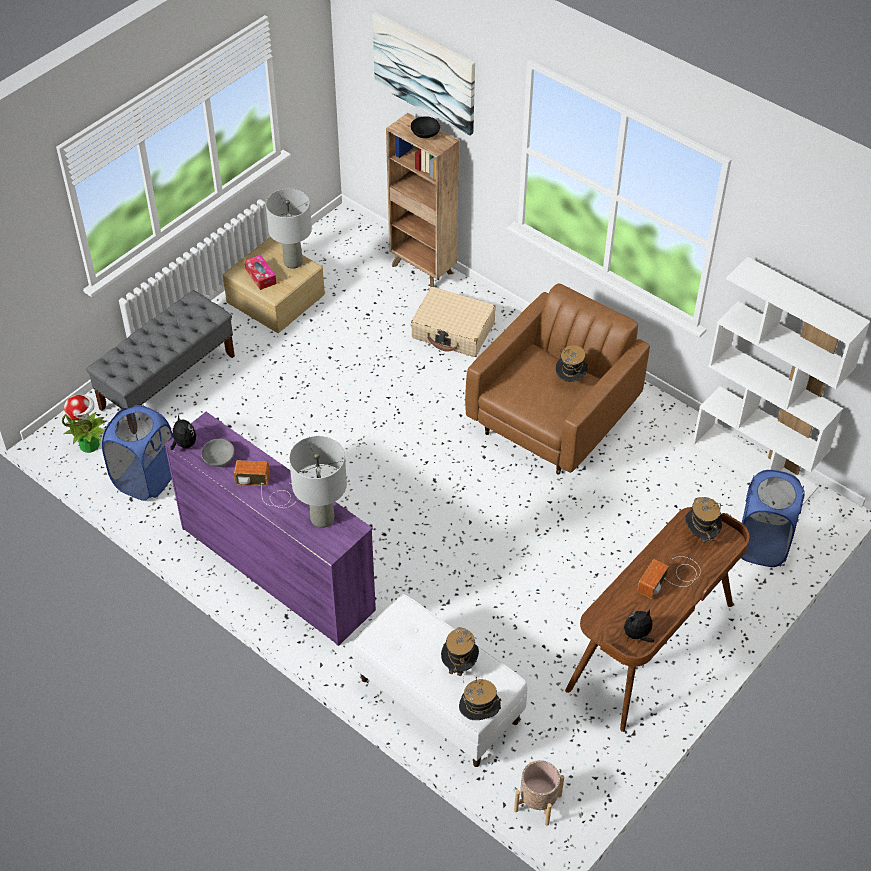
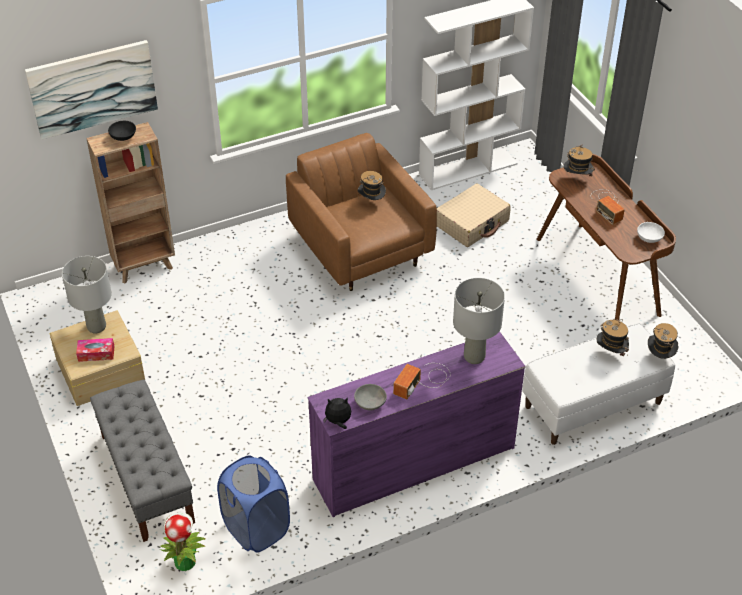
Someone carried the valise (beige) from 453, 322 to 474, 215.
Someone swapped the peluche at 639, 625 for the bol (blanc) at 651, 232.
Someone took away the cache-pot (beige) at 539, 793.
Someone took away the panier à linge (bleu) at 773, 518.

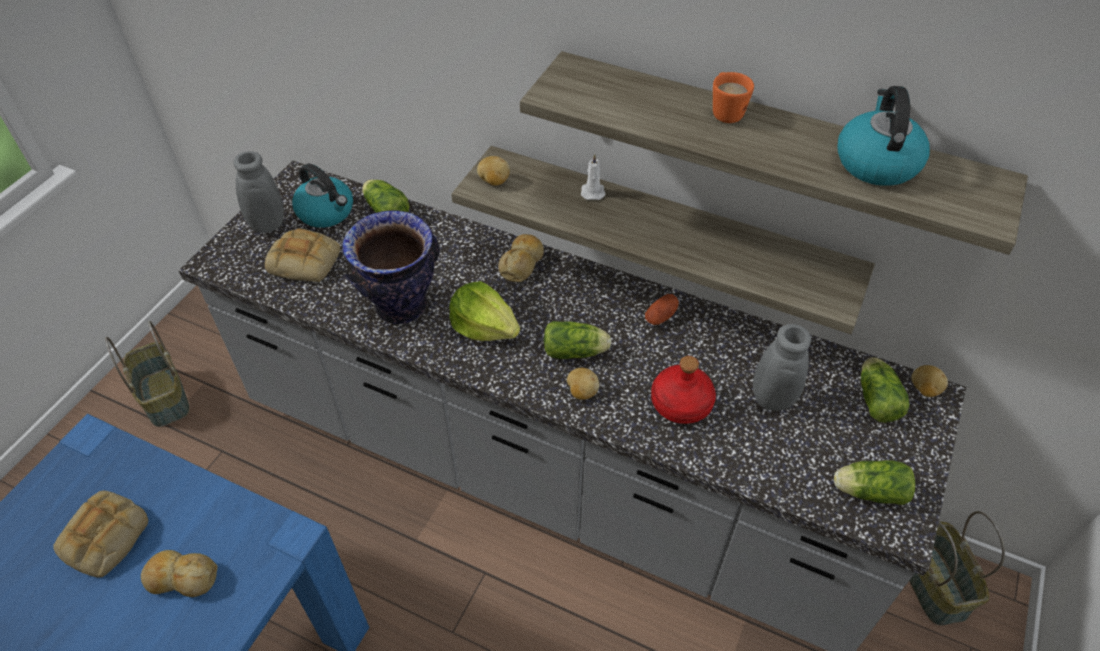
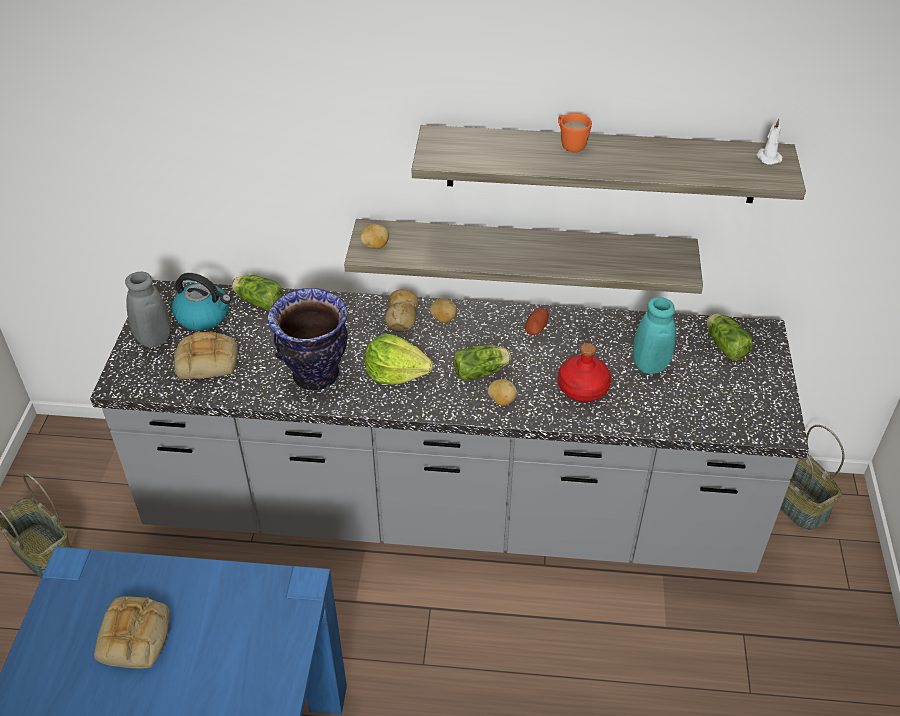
Someone carried the pomme de terre from 929, 381 to 443, 310.
Someone repainted the vase (gris) at 781, 367, which became the vase (turquoise) at 654, 335.
Someone carried the bougie (blanc) from 593, 177 to 769, 141.
Someone took away the pain at 179, 573.
Someone took away the laitue at 875, 482.
Someone took away the bouilloire at 883, 136.

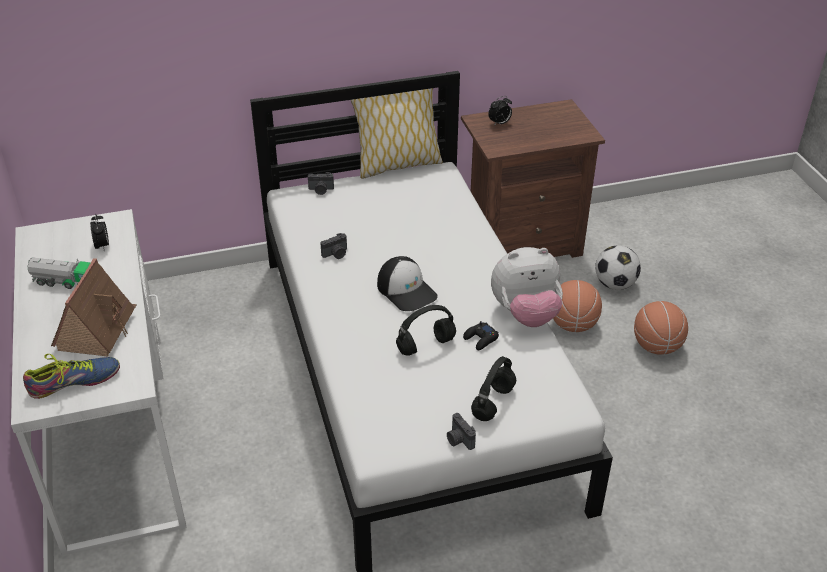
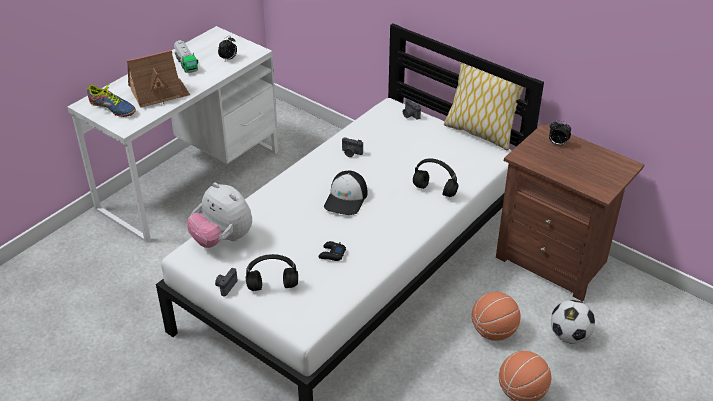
Someone carried the peluche from 527, 287 to 219, 215.
Someone carried the casque audio (noir) from 426, 330 to 435, 177.

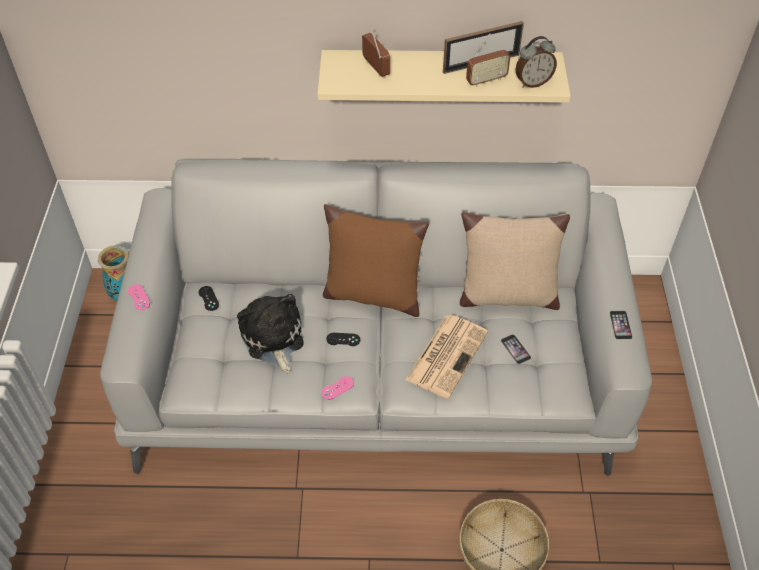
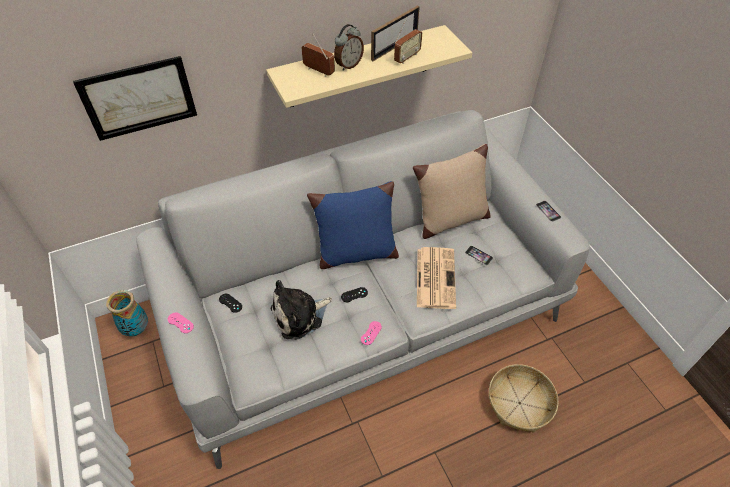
Someone put up the tableau at 135, 98.
Someone rotated the peluche at 270, 333 by 75 degrees counterclockwise.
Someone repainted the coussin (marron) at 376, 260, which became the coussin (bleu) at 353, 225.
Someone carried the réveil from 536, 62 to 349, 47.

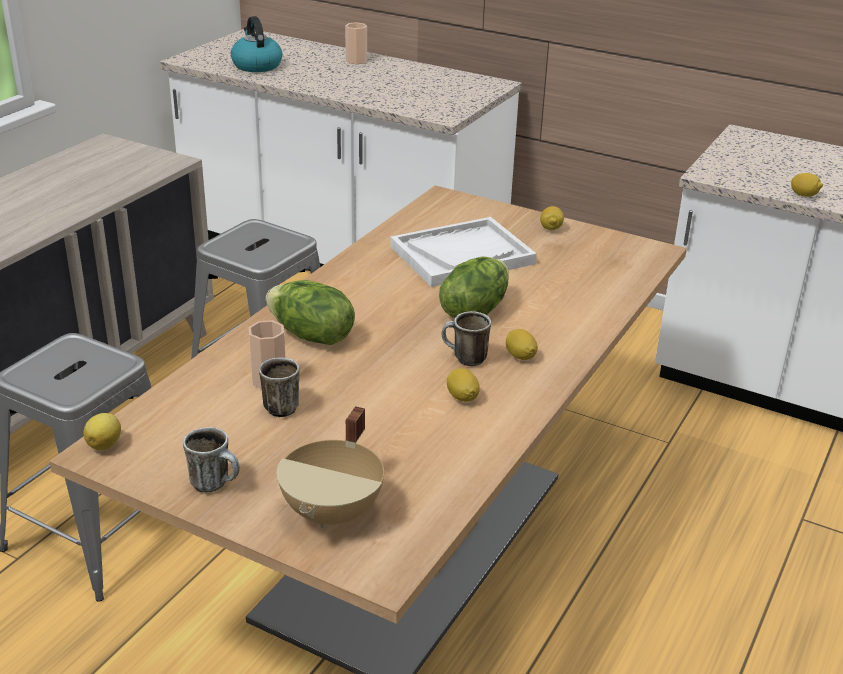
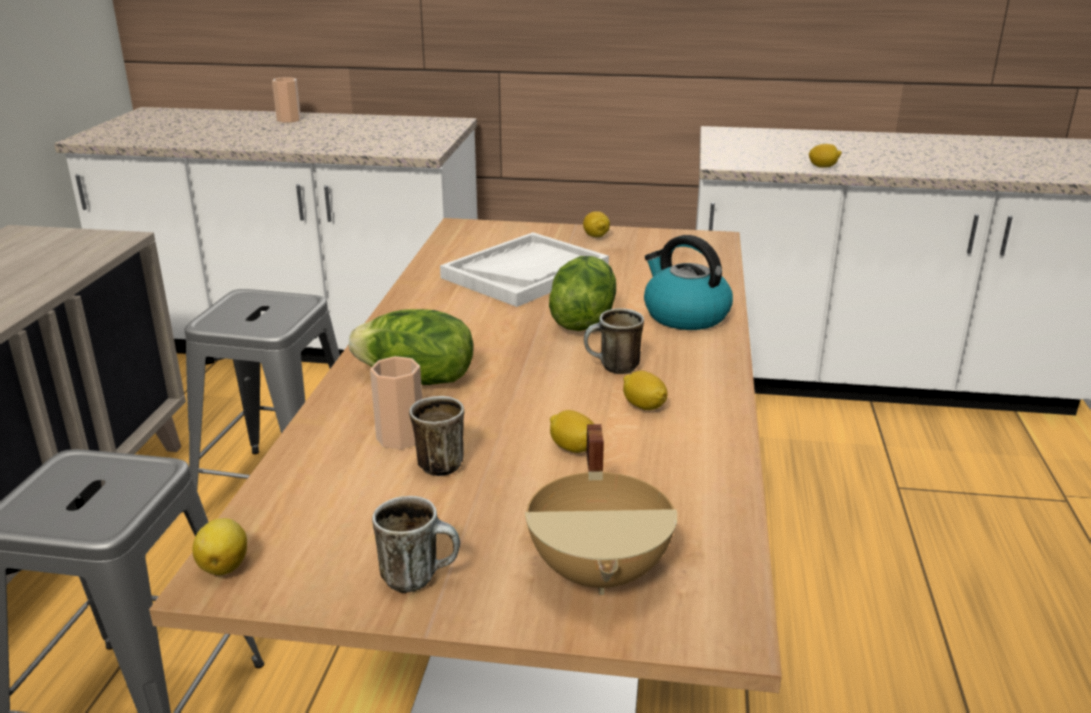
Someone carried the citron from 522, 344 to 572, 431.
Someone carried the bouilloire from 257, 44 to 688, 282.

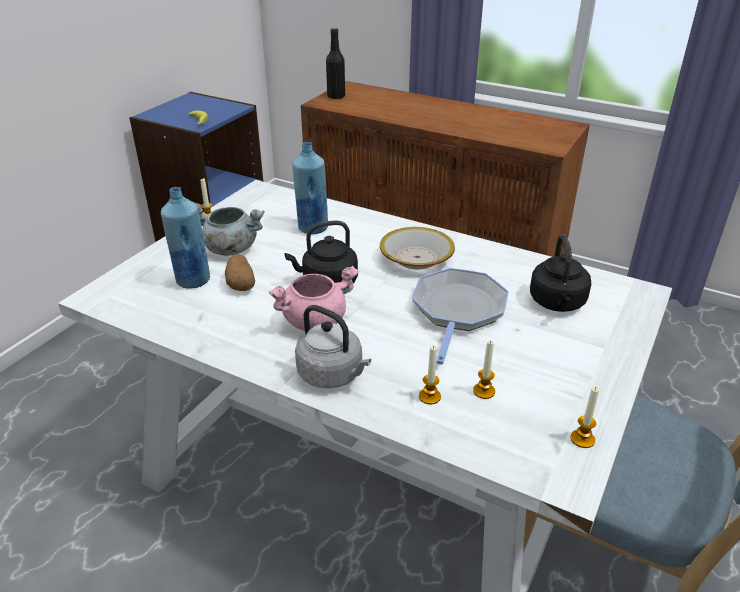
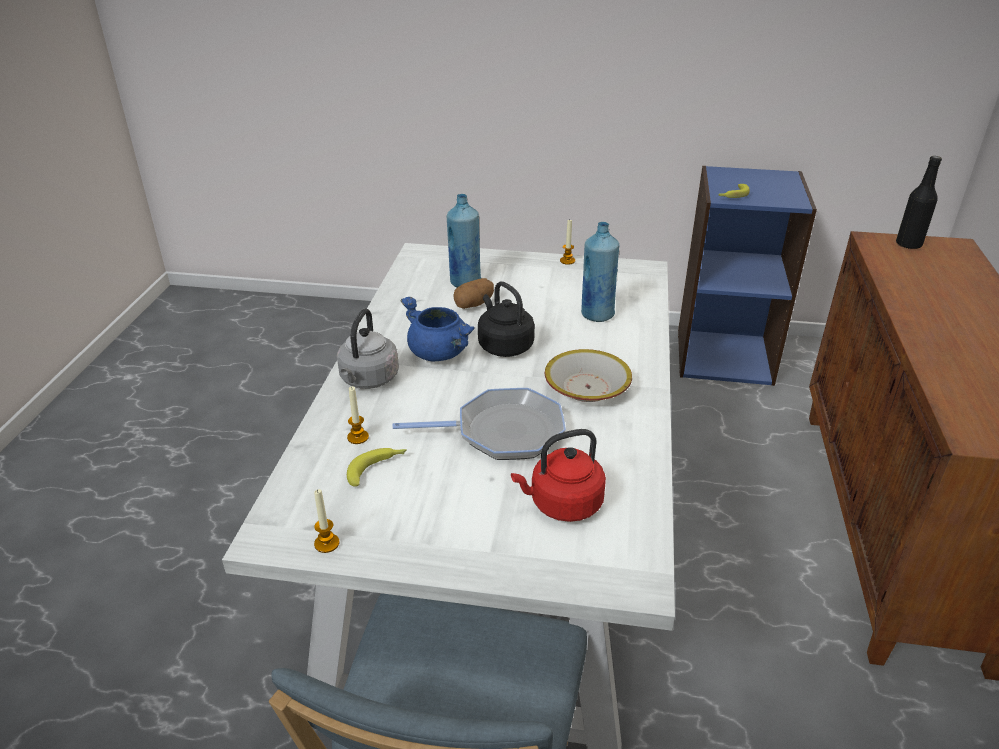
Someone swapped the bougie at 484, 369 for the banane at 377, 467.
Someone repainted the marmite (rose) at 314, 298, which became the marmite (bleu) at 438, 329.
Someone repainted the bouilloire (noir) at 560, 273, which became the bouilloire (rouge) at 558, 475.
Someone took away the marmite (gris) at 230, 229.

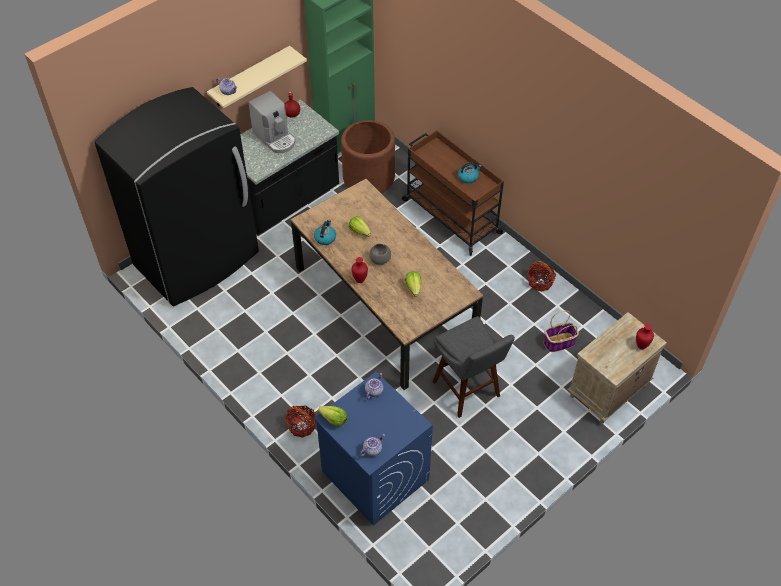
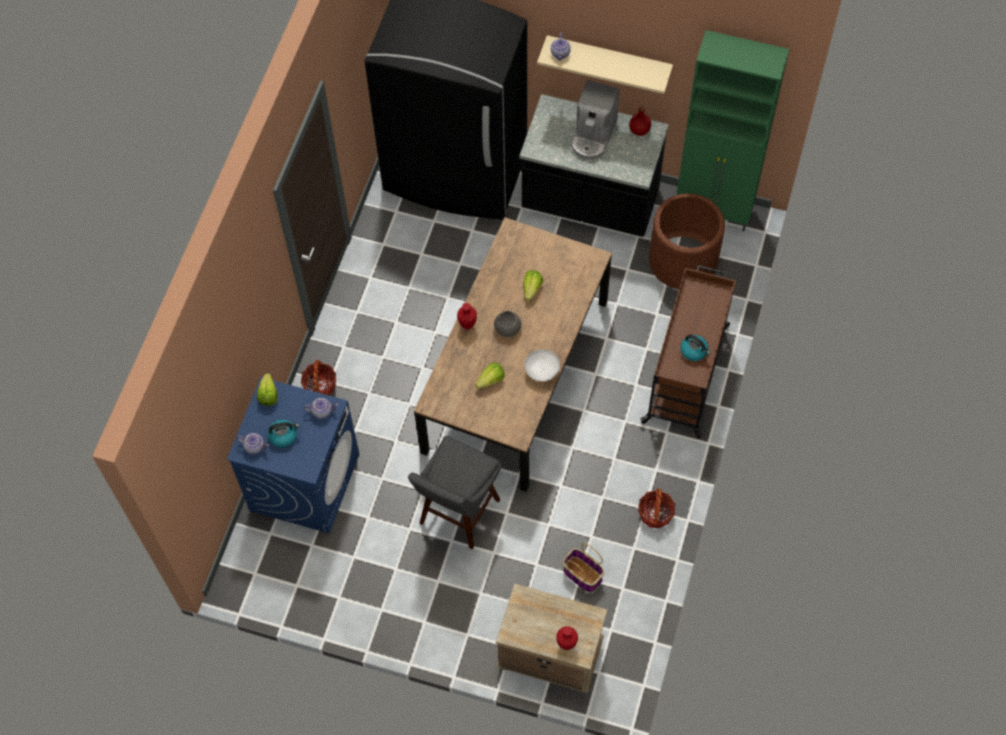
Someone carried the bouilloire from 325, 232 to 283, 433.
Someone put down the bol (blanc) at 542, 365.

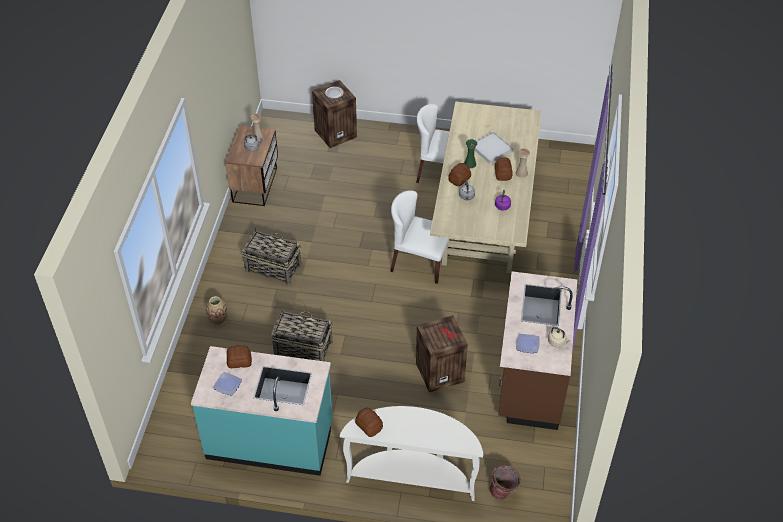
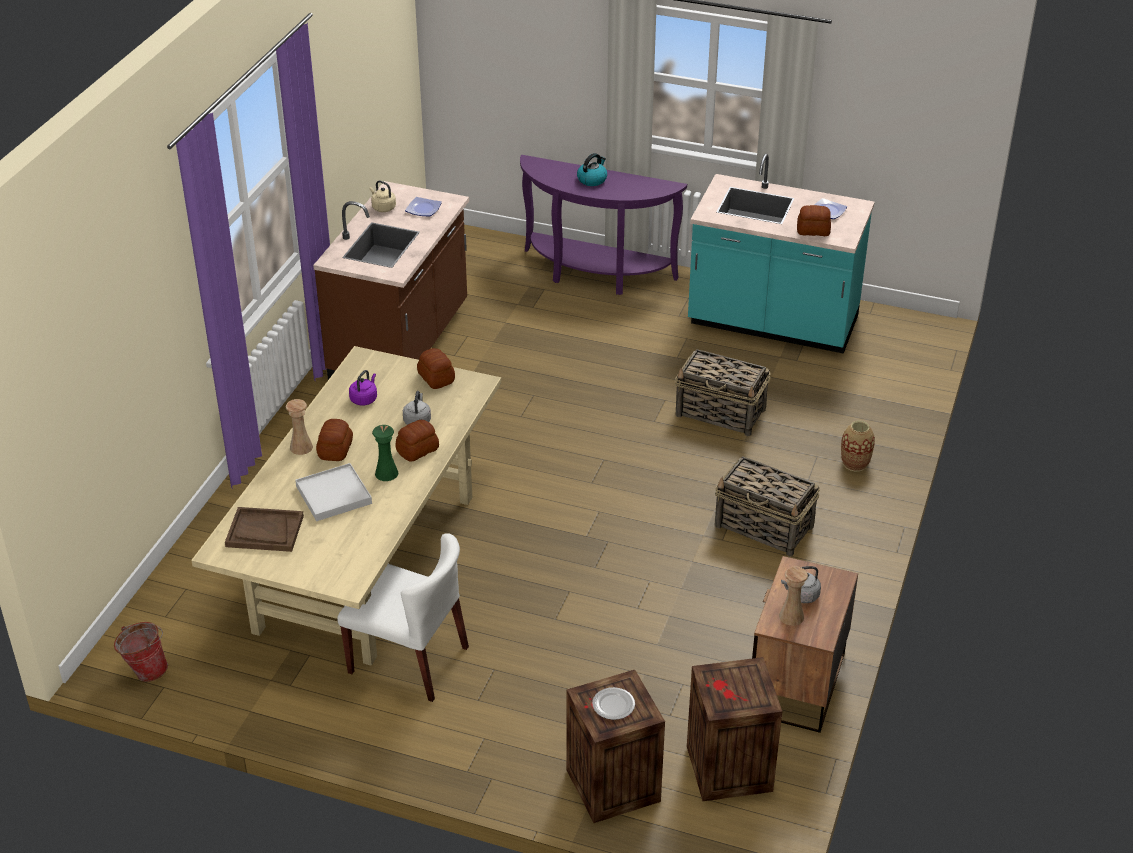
Someone carried the seau from 505, 482 to 141, 652.
Someone put down the plateau (marron) at 264, 529.
Someone carried the pain from 369, 422 to 436, 368.
Someone repainted the table console (blanc) at 411, 453, which became the table console (violet) at 603, 225.
Someone put down the bouilloire at 592, 169.
Someone carried the caisse from 442, 353 to 734, 729.
Someone took away the chaise (blanc) at 421, 237.

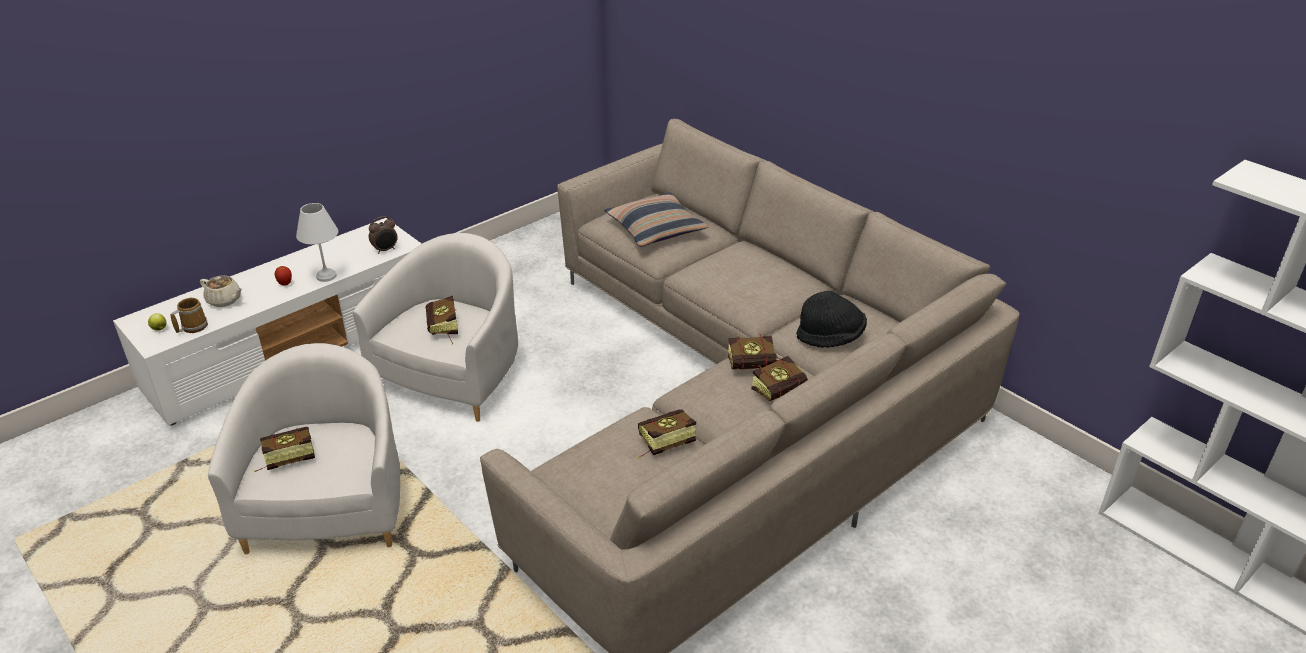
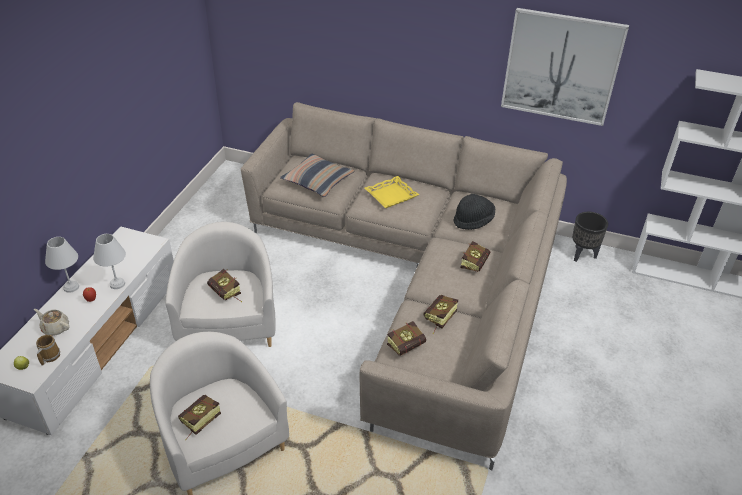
Someone rotated the théière (beige) at 221, 291 by 150 degrees counterclockwise.
Someone put down the lampe de table (blanc) at 62, 265.
Someone put down the plateau (jaune) at 392, 192.
Someone carried the livre from 753, 351 to 406, 338.
Someone put up the tableau at 565, 67.
Someone put down the cache-pot (noir) at 590, 237.
Someone took away the réveil at 383, 235.

